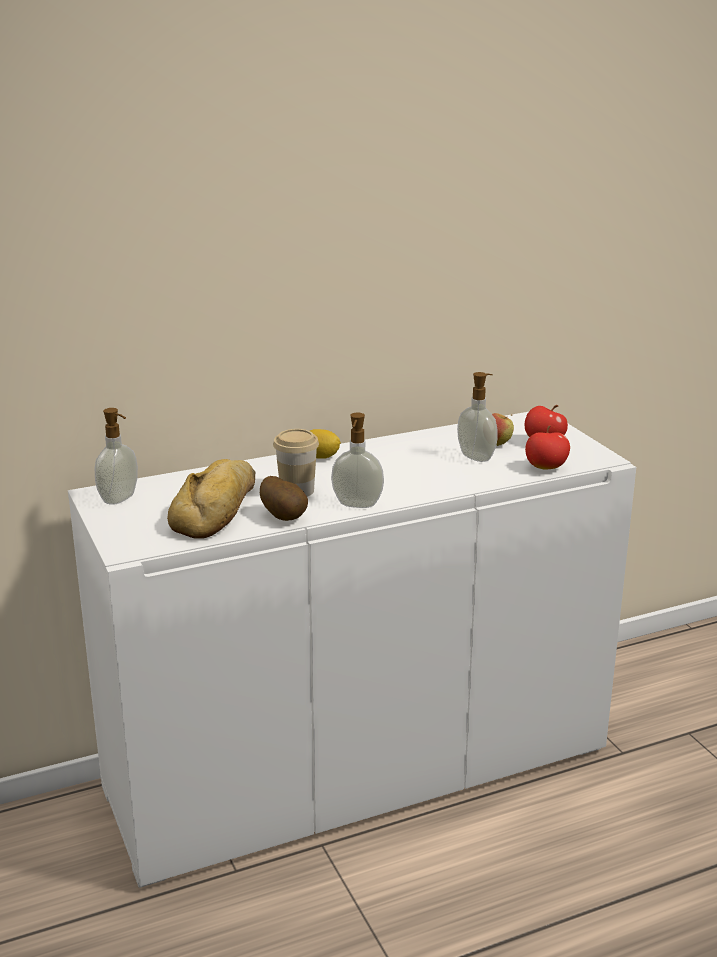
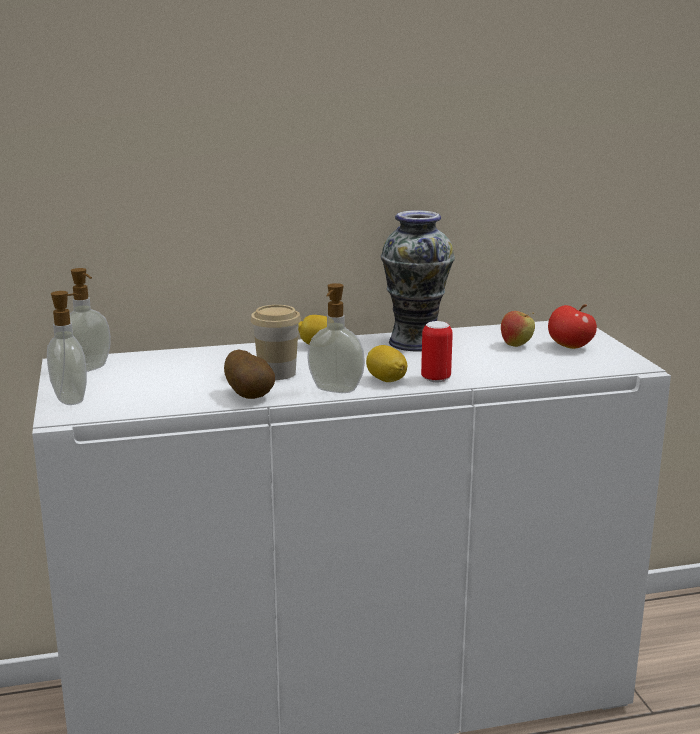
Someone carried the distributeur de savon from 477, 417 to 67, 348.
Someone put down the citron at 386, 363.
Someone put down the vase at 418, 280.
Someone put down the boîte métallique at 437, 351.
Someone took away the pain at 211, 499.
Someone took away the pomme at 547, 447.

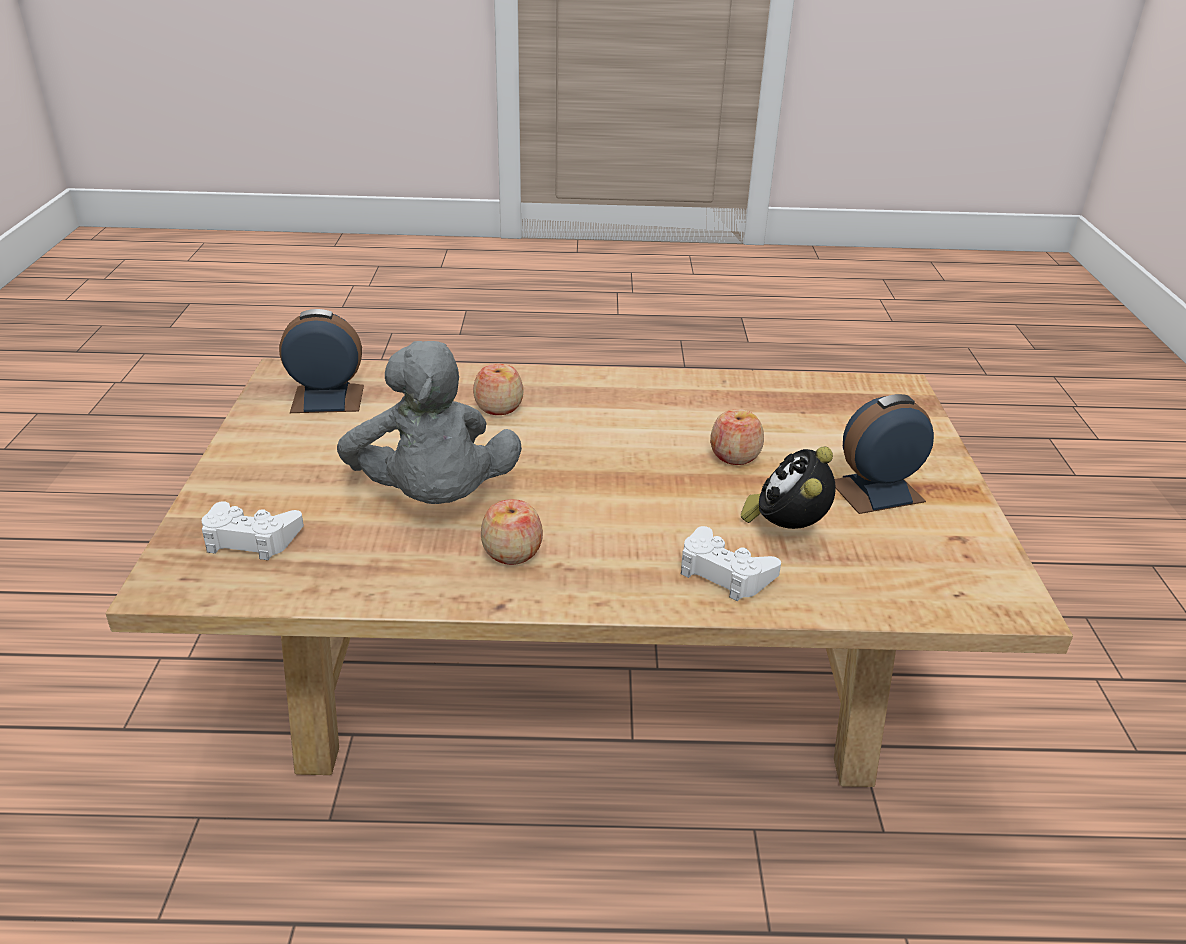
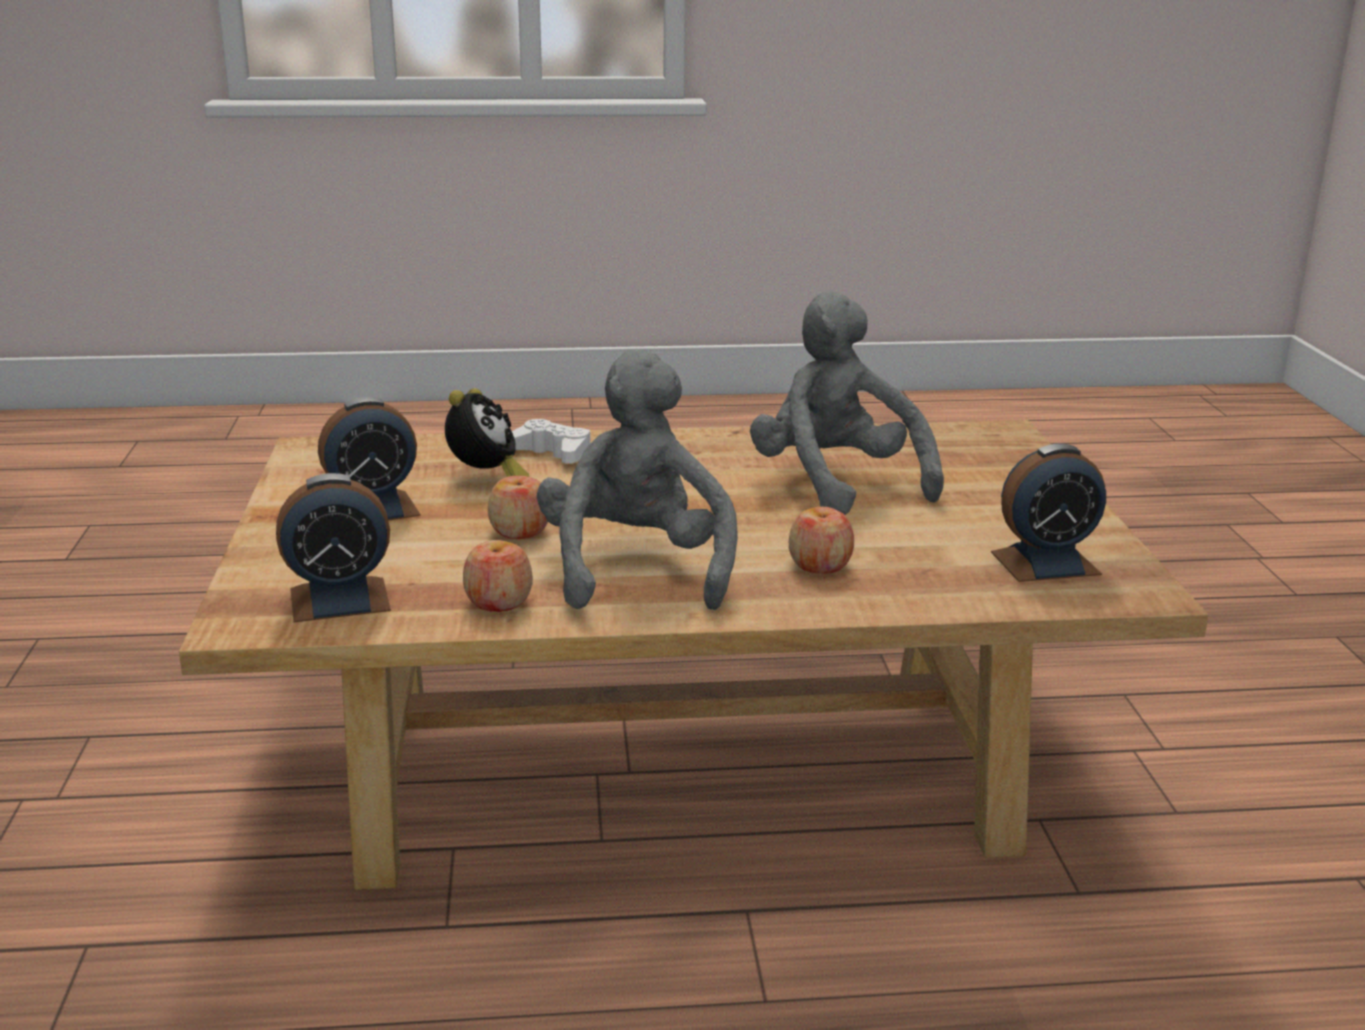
Someone put down the réveil at 333, 547.
Someone carried the pomme from 512, 532 to 498, 576.
Someone put down the peluche (gris) at 637, 479.
Someone took away the manette (blanc) at 253, 530.

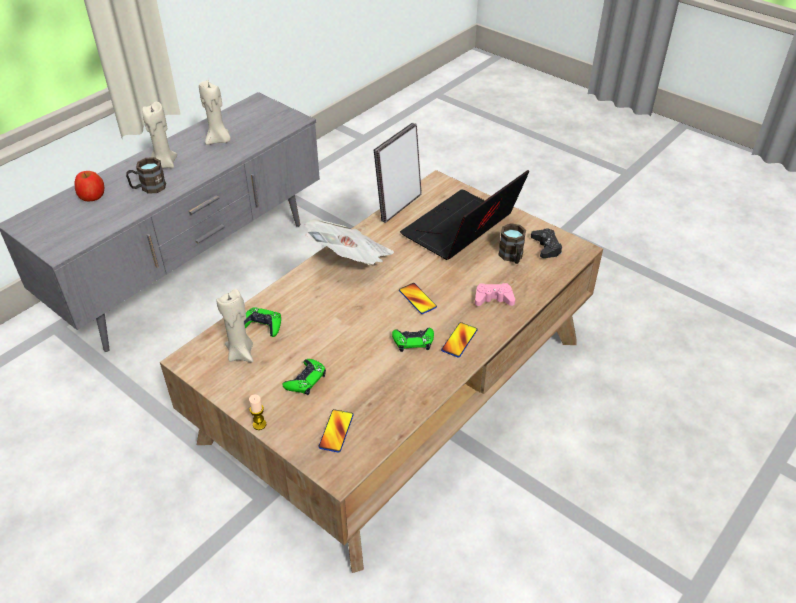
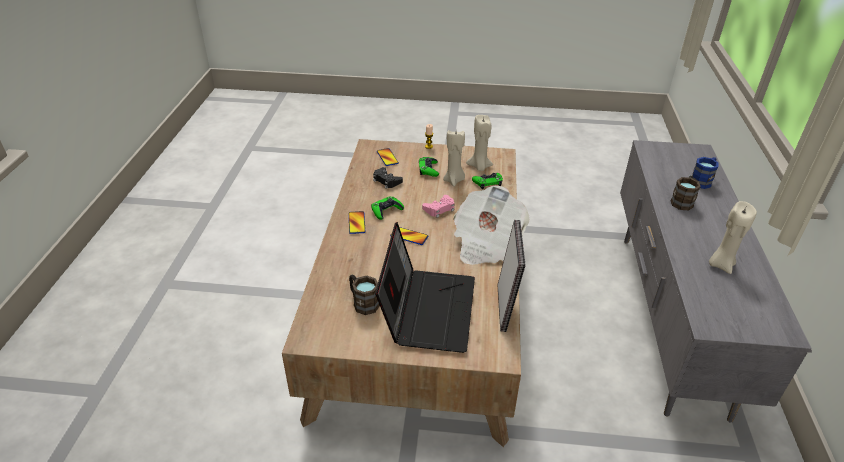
Someone carried the manette (noir) from 546, 243 to 388, 178.
Someone carried the manette (rose) from 495, 294 to 438, 206.
Someone carried the bougie (beige) from 159, 135 to 454, 158.
Someone swapped the pomme at 89, 186 for the mug (bleu) at 705, 173.

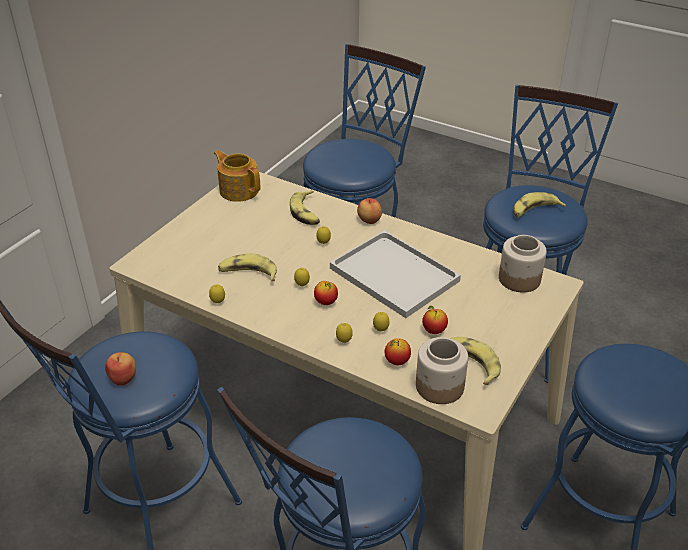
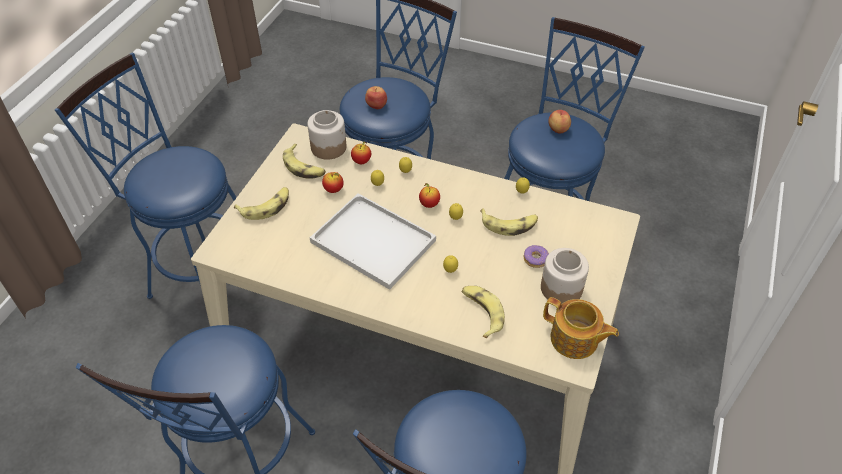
Someone carried the banane from 540, 204 to 261, 203.
Someone carried the pomme from 369, 211 to 376, 97.
Someone put down the beignet at 536, 256.
Someone carried the bocal from 523, 264 to 565, 276.

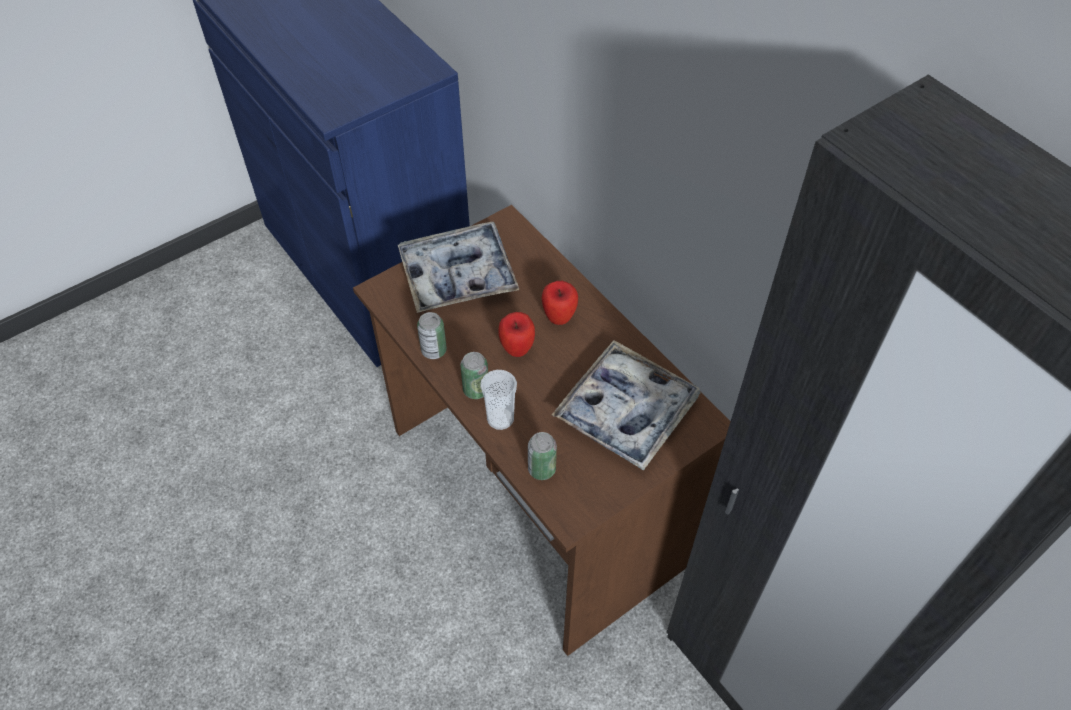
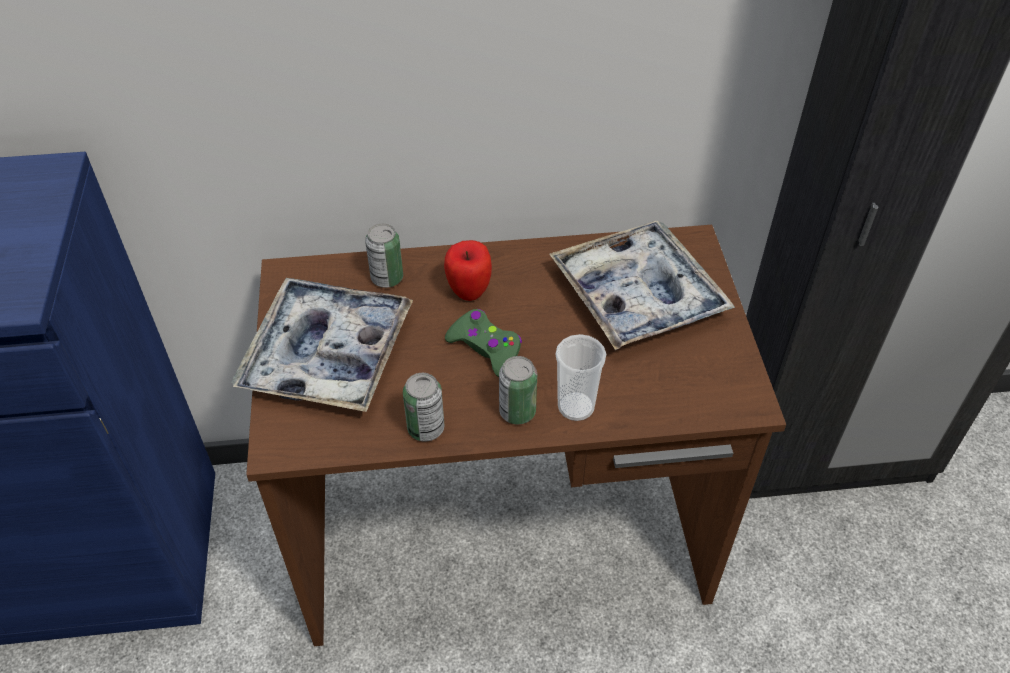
Someone carried the boîte métallique from 542, 456 to 384, 255.
Someone swapped the pomme at 516, 334 for the manette (vert) at 483, 343.

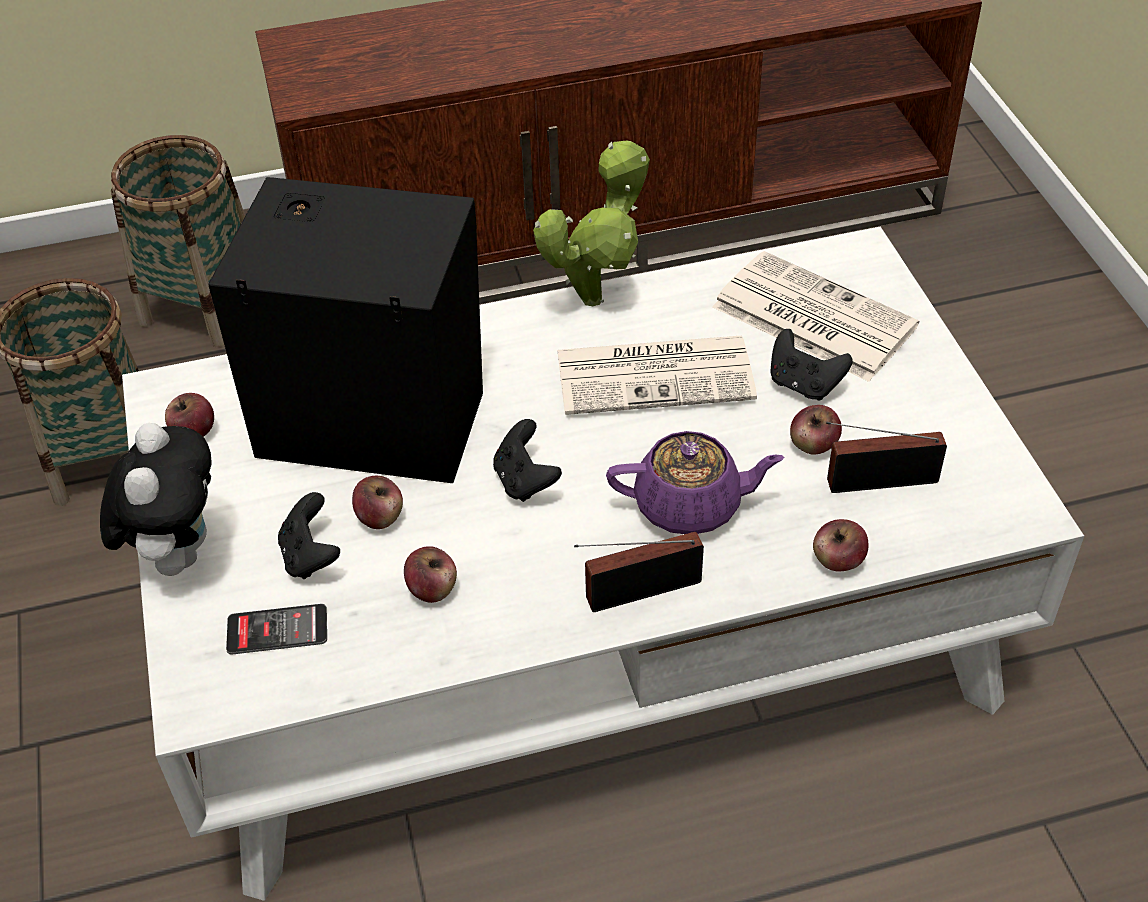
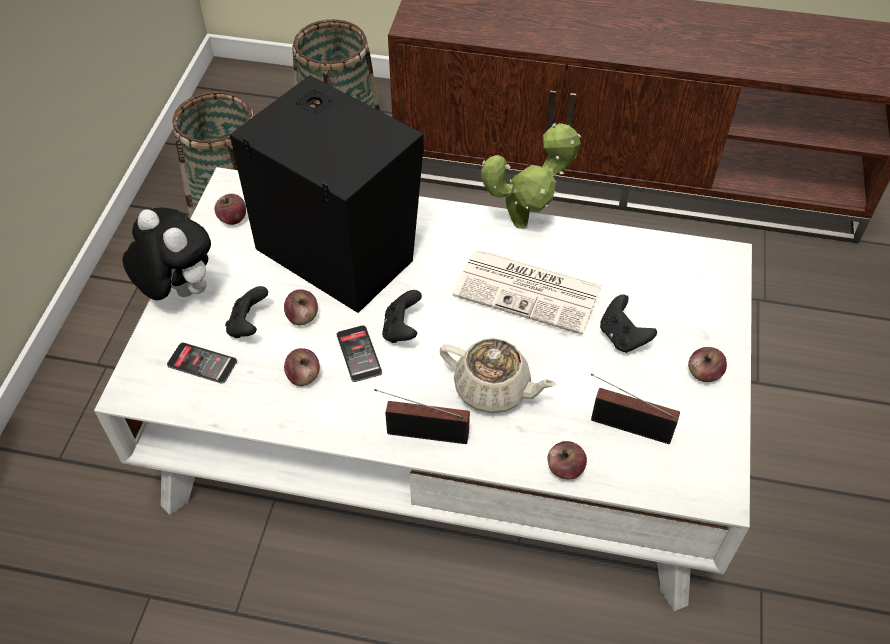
Someone rotated the peluche at 156, 499 by 75 degrees counterclockwise.
Someone put down the téléphone at 359, 353.
Someone repainted the théière (violet) at 695, 482, which became the théière (beige) at 498, 375.
Someone carried the pomme from 816, 430 to 707, 364.
Someone took away the journal at 815, 316.

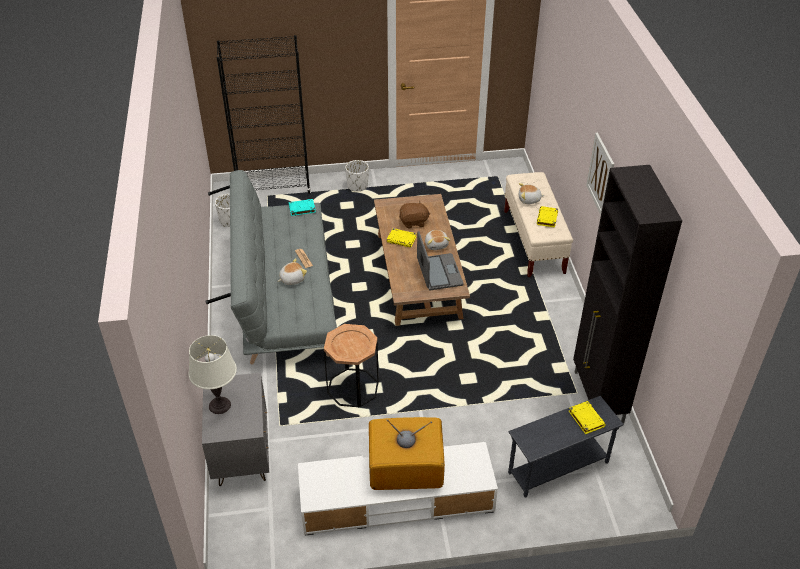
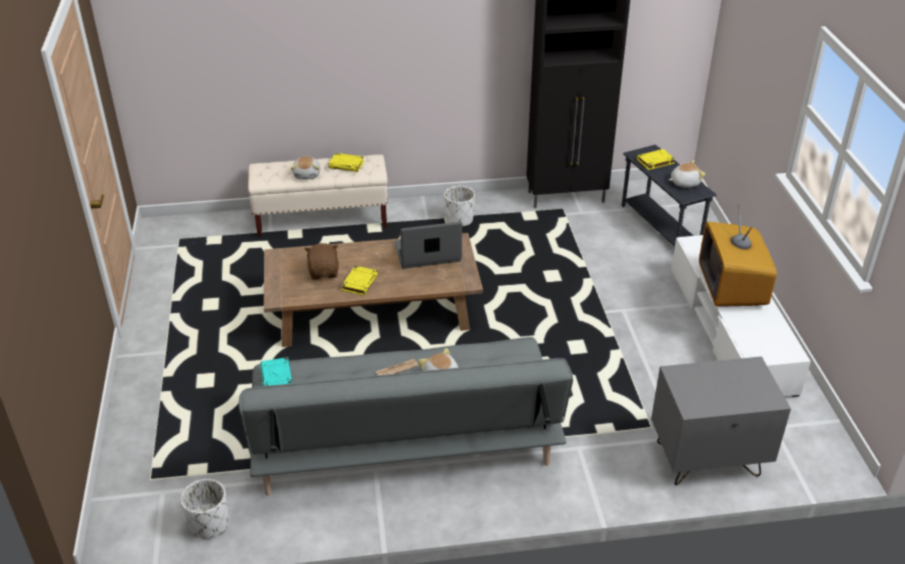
Someone carried the cache-pot (blanc) from 357, 175 to 459, 206.
Someone carried the peluche from 438, 240 to 687, 173.
Someone took away the lampe de table (blanc) at 213, 374.
Someone took away the bibliothèque (noir) at 264, 114.
Someone took away the table d'appoint (marron) at 351, 365.
Someone took away the tableau at 600, 174.

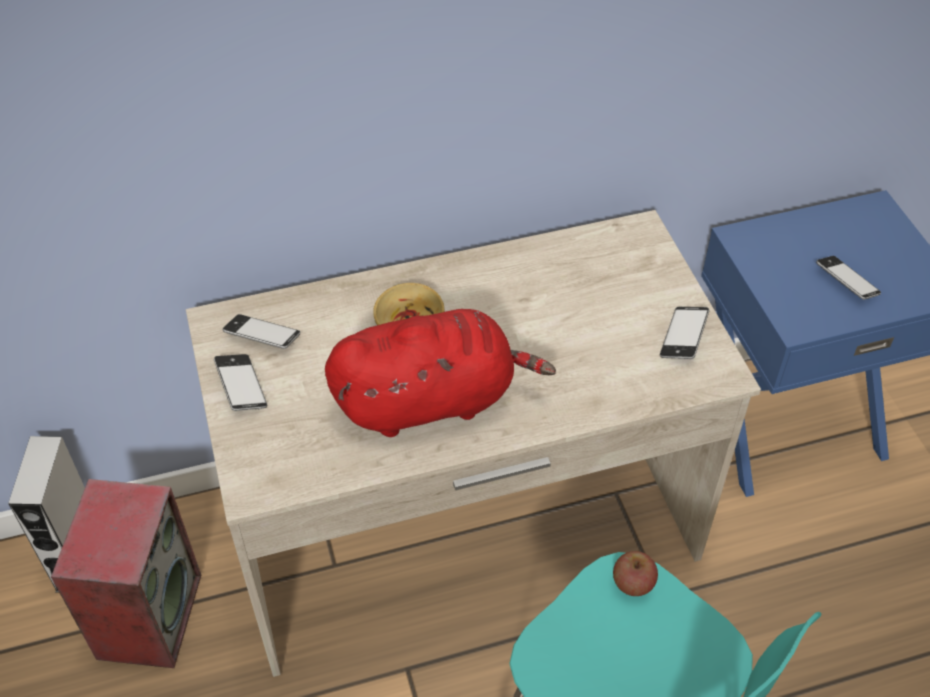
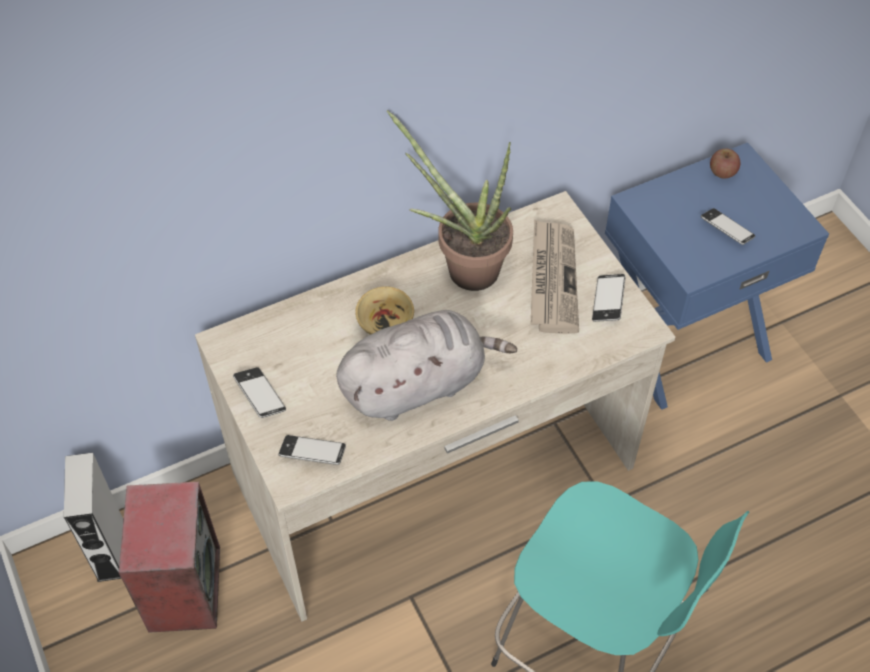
Someone carried the téléphone from 261, 331 to 312, 450.
Someone repainted the peluche (rouge) at 440, 373, which became the peluche (gris) at 426, 365.
Someone put down the plante en pot at 450, 200.
Someone put down the journal at 555, 276.
Someone carried the pomme from 635, 573 to 725, 163.

